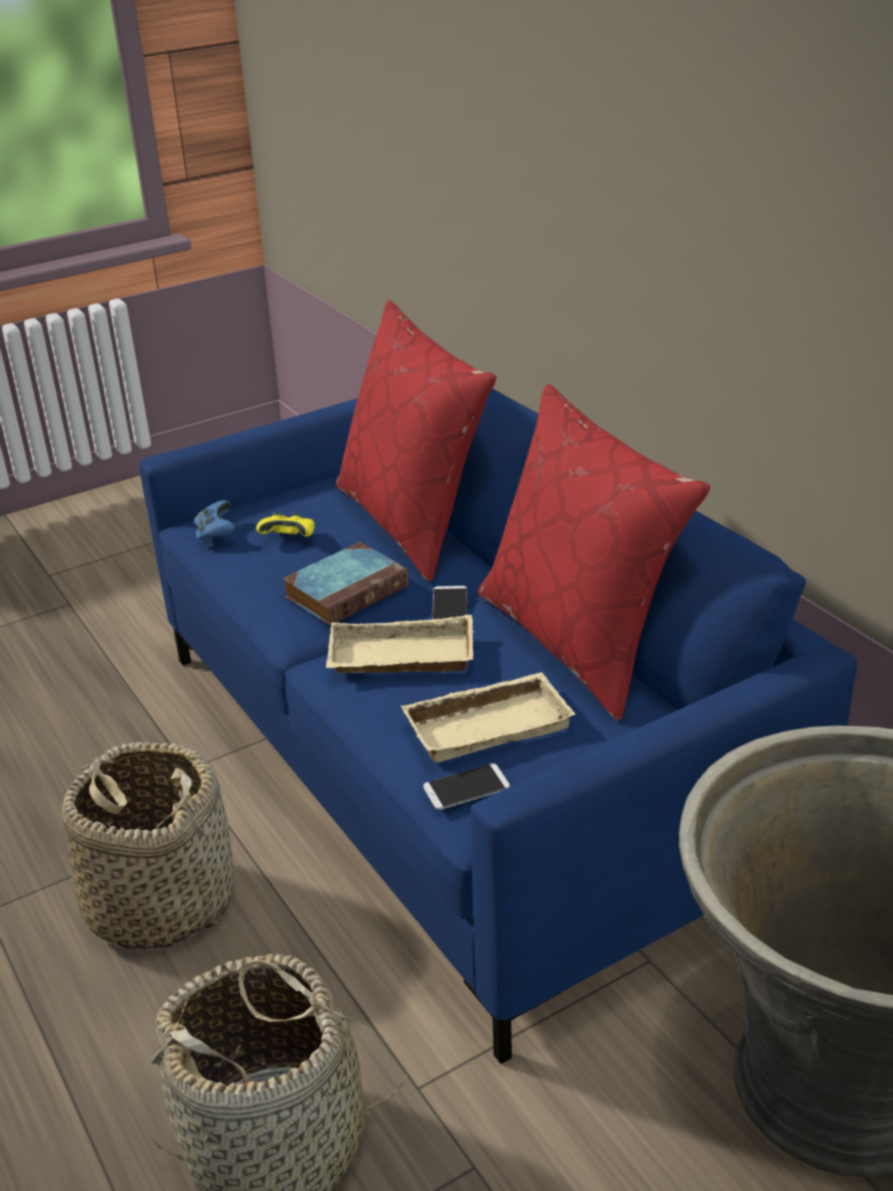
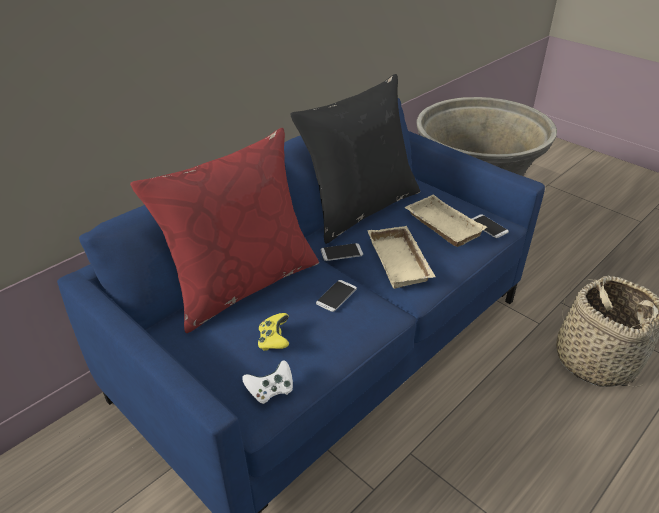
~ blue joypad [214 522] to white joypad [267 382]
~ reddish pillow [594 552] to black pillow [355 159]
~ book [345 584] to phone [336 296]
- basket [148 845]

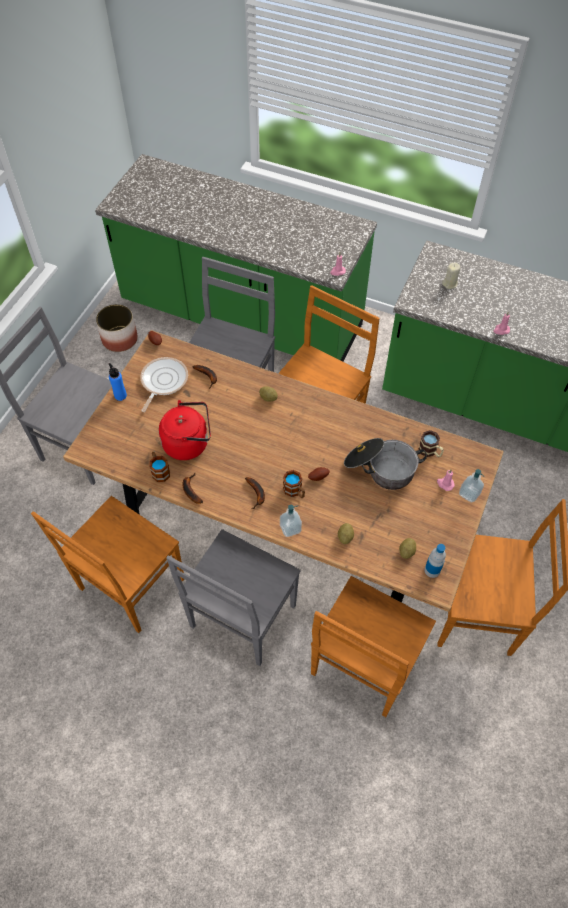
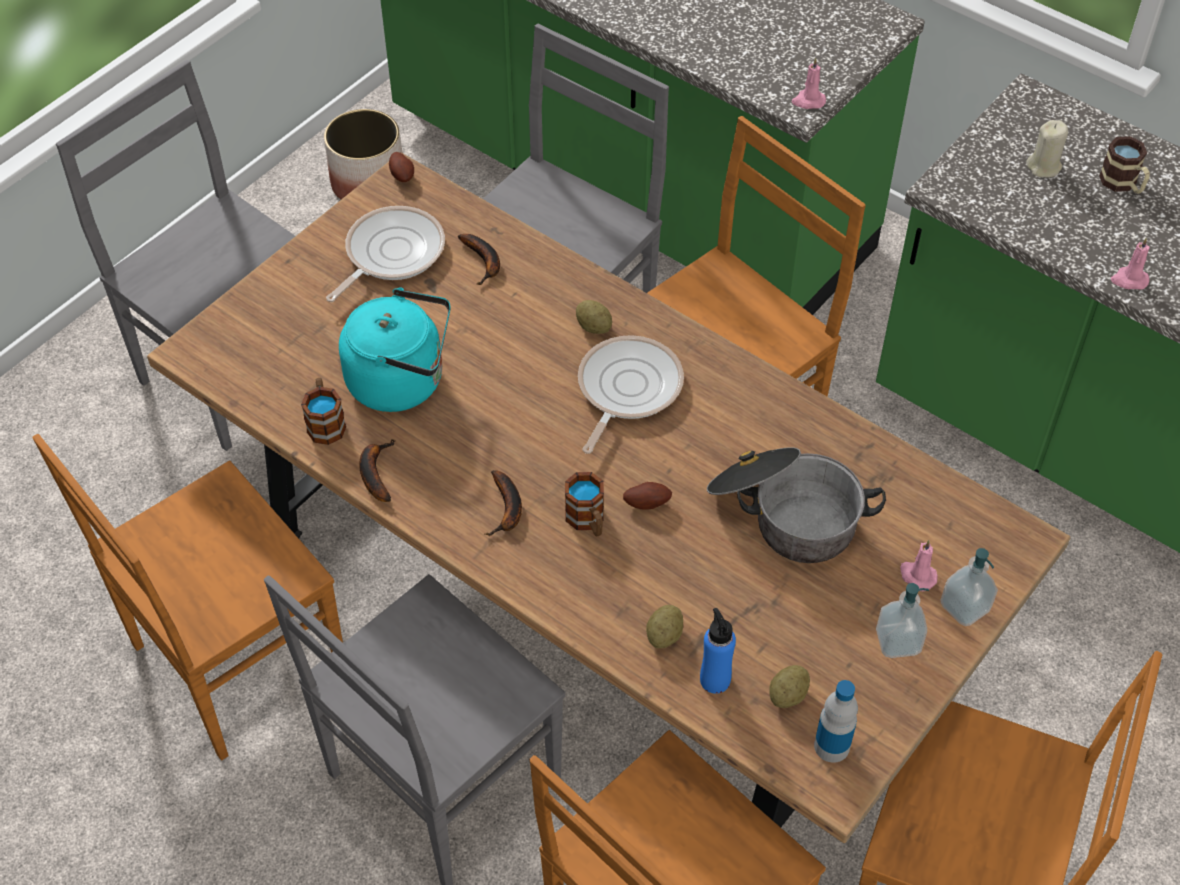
~ reddish tea kettle [185 430] to turquoise tea kettle [395 349]
+ pan [631 394]
~ blue drink bottle [118 382] to [718 651]
~ soap dispenser [291 521] to [902 620]
~ coffee mug [431 443] to [1124 165]

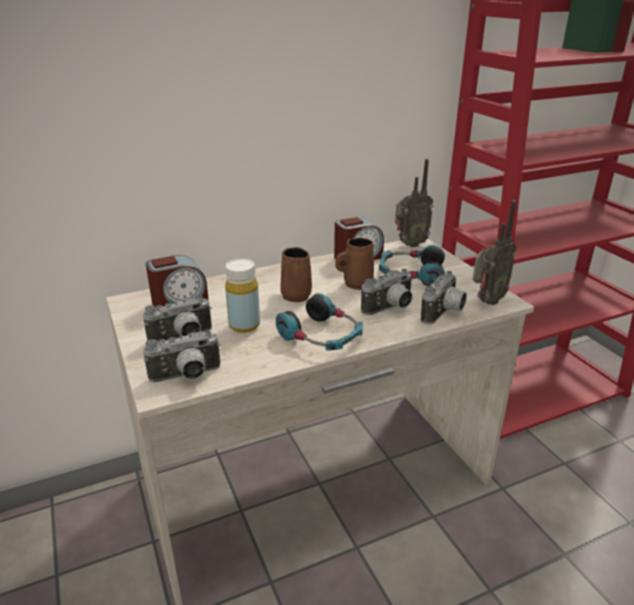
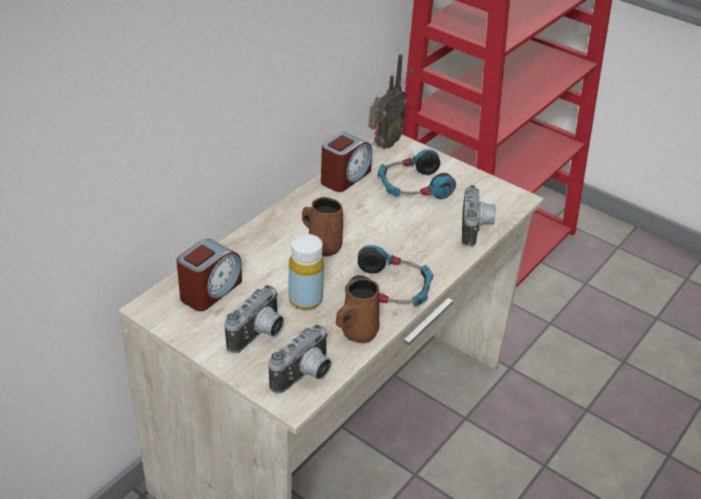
~ brownish coffee mug [354 264] to [357 310]
- photo camera [387 292]
- radio [495 252]

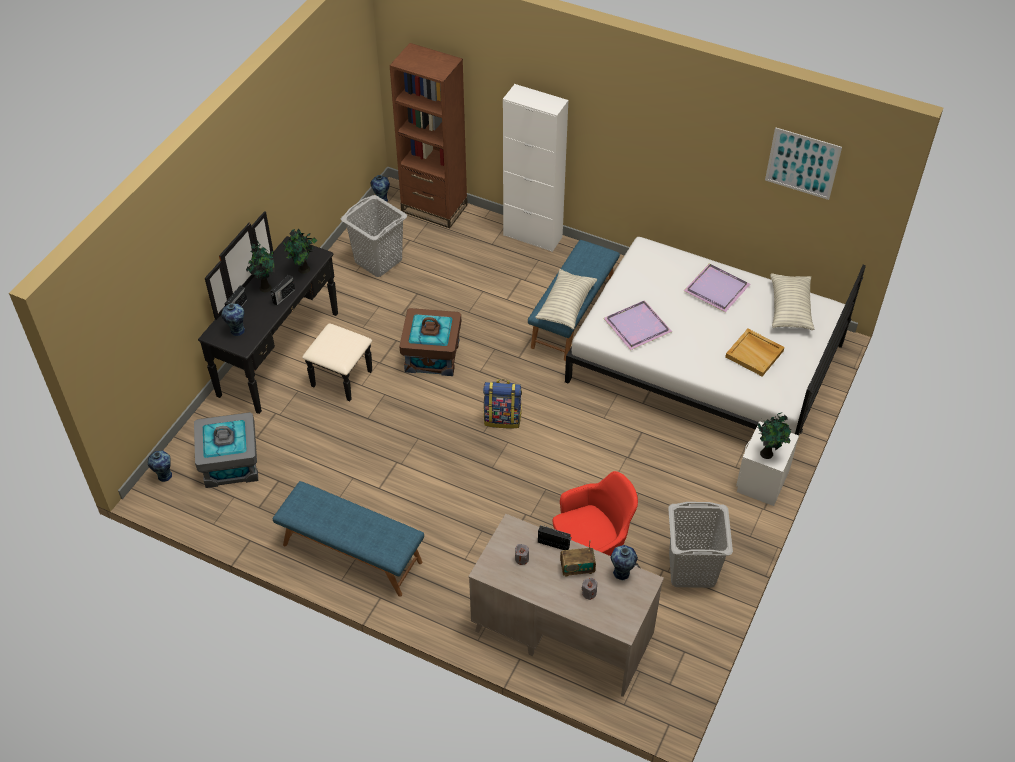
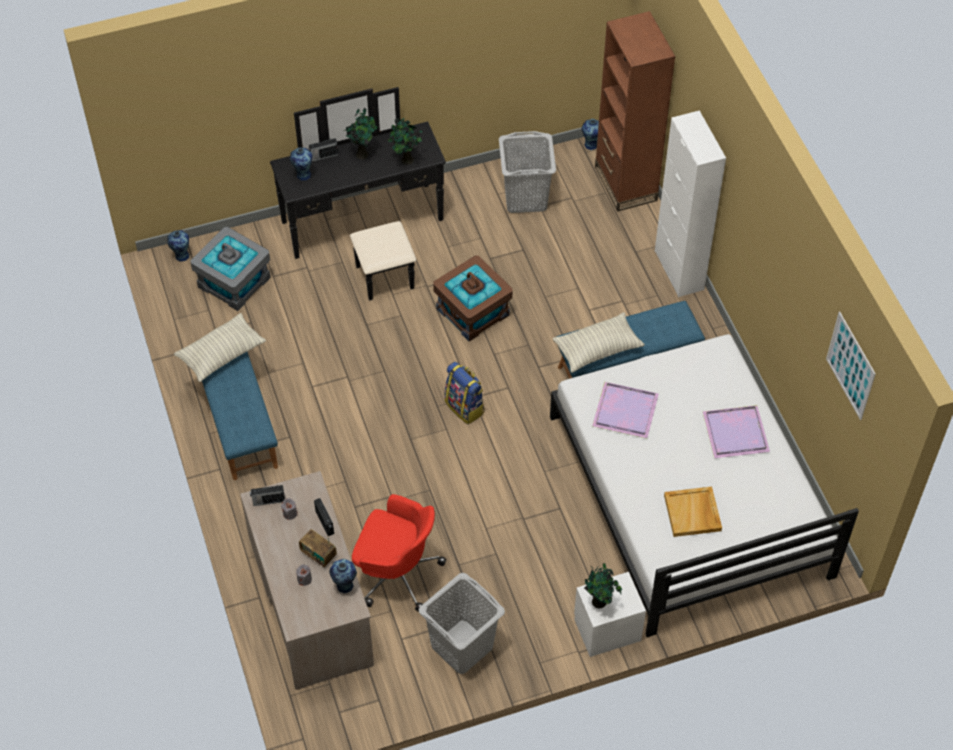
~ pillow [792 301] to [220 347]
~ radio [282 290] to [267 495]

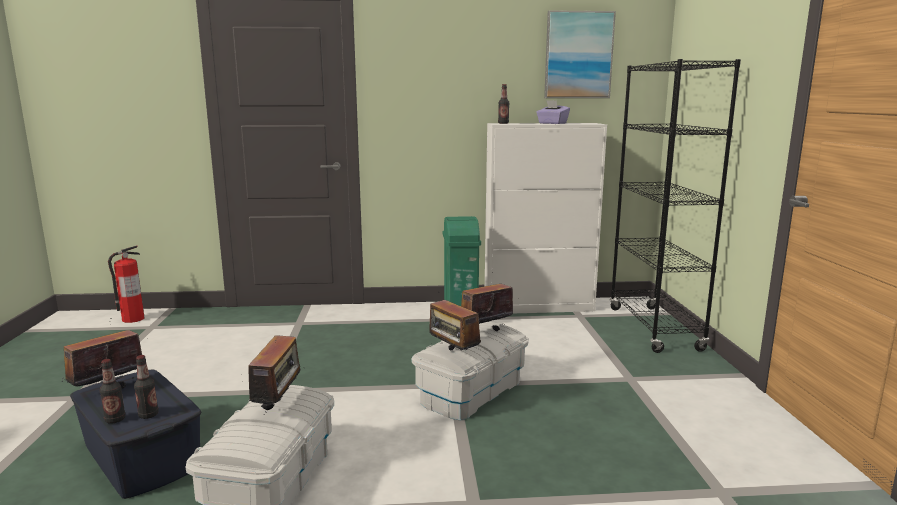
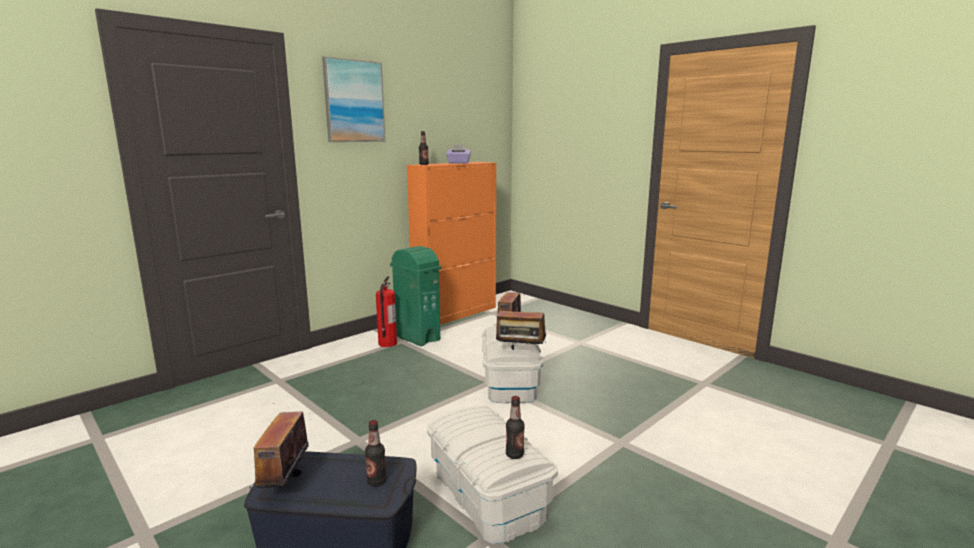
~ wall picture [580 54] to [354 99]
~ fire extinguisher [126 284] to [386 311]
~ white cupboard [546 218] to orangey cupboard [451 243]
~ drink bottle [113 391] to [515 427]
- radio [271 375]
- black bookshelf [675 206]

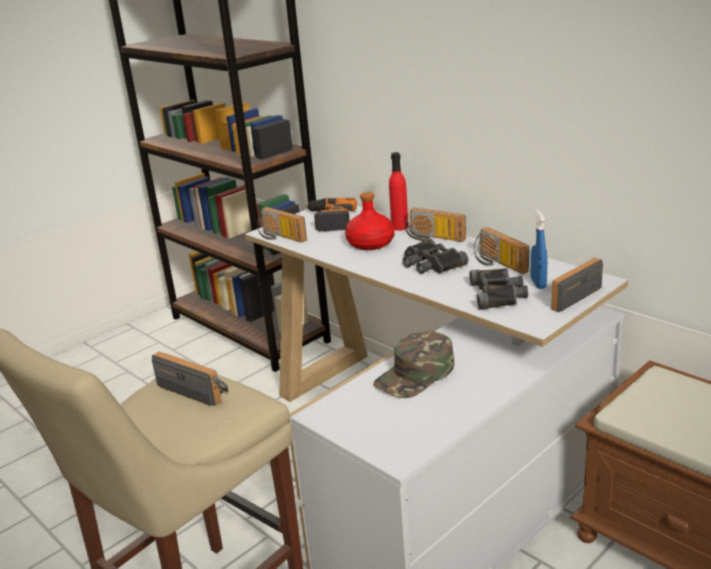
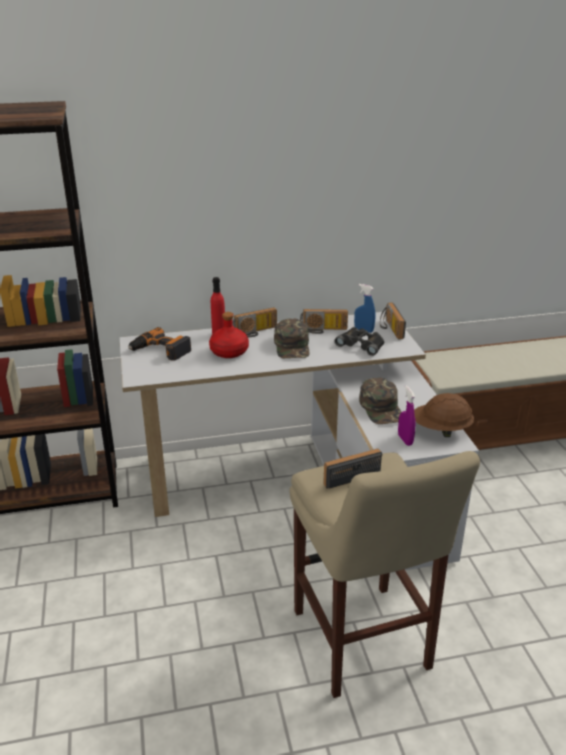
~ black binoculars [435 256] to green peaked cap [292 338]
+ purplish spray bottle [406 415]
+ brownish work helmet [444 415]
- radio [282 225]

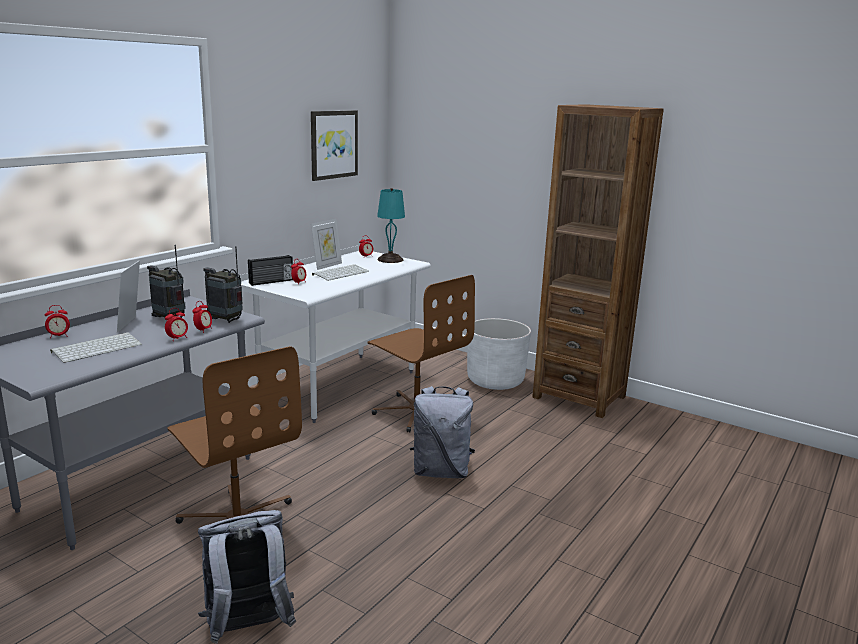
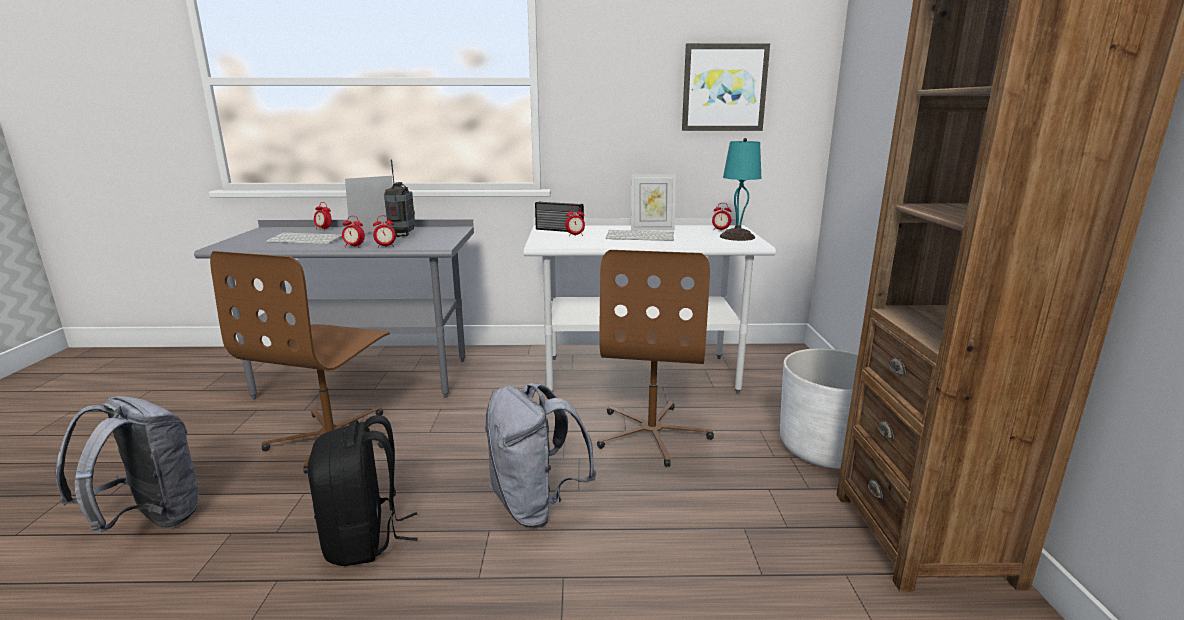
+ black knapsack [362 490]
- radio [223 284]

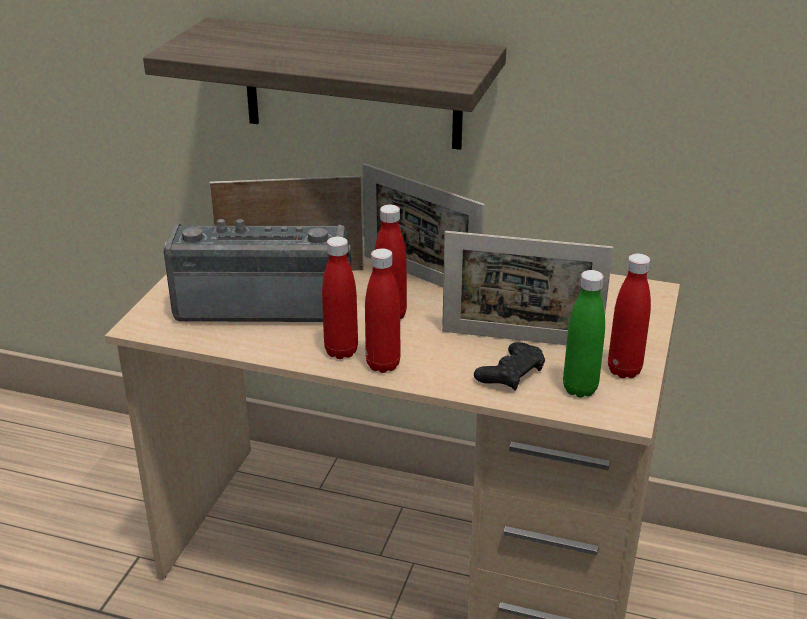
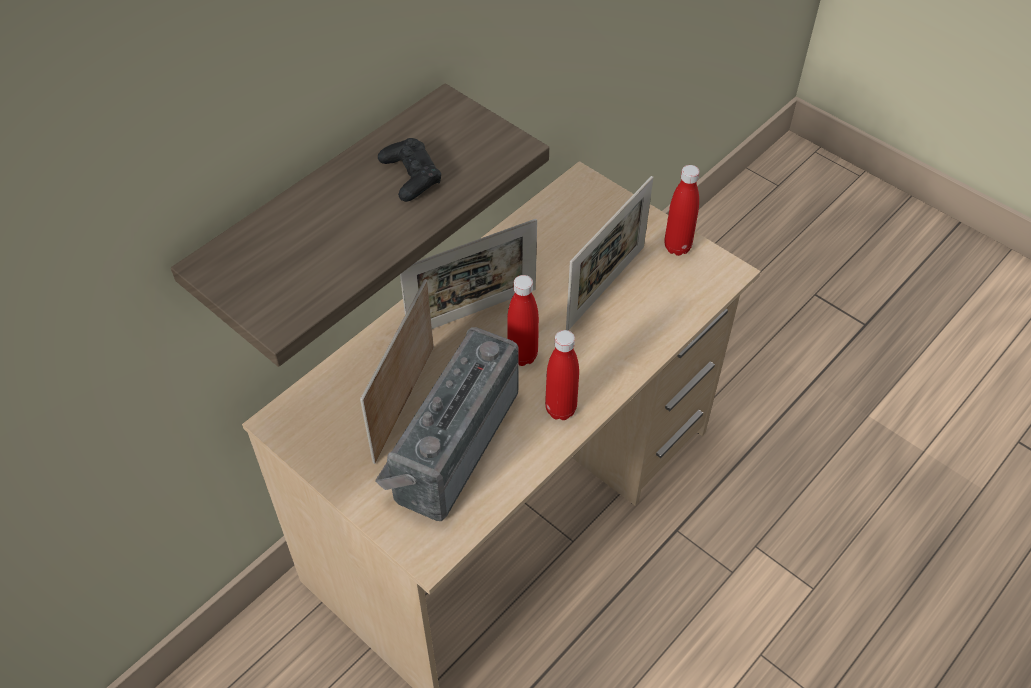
~ black joypad [509 366] to [409 170]
- reddish drink bottle [383 310]
- green drink bottle [584 334]

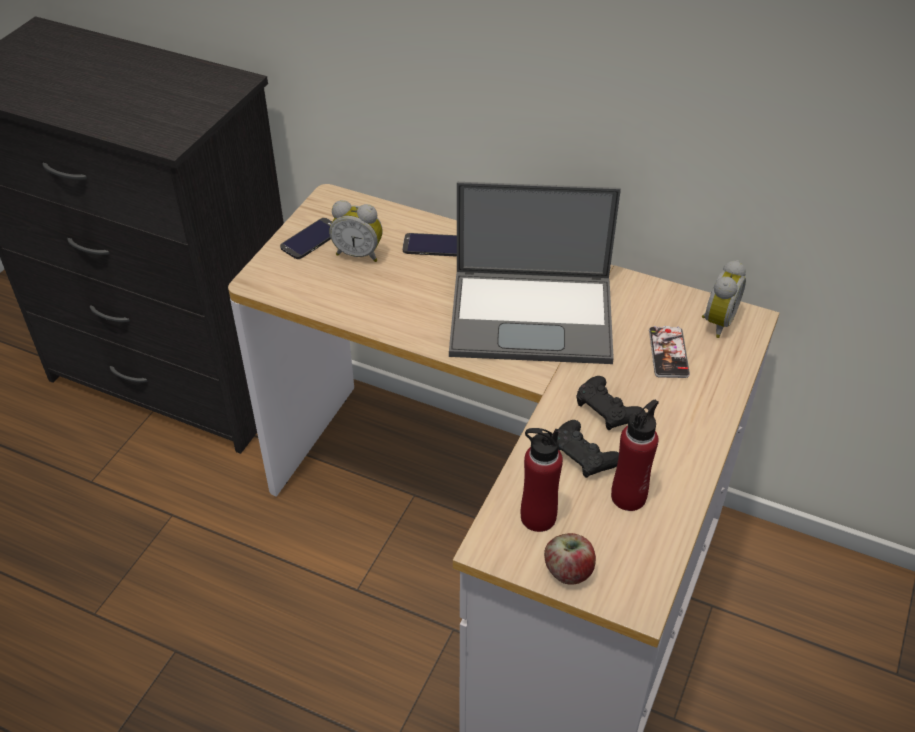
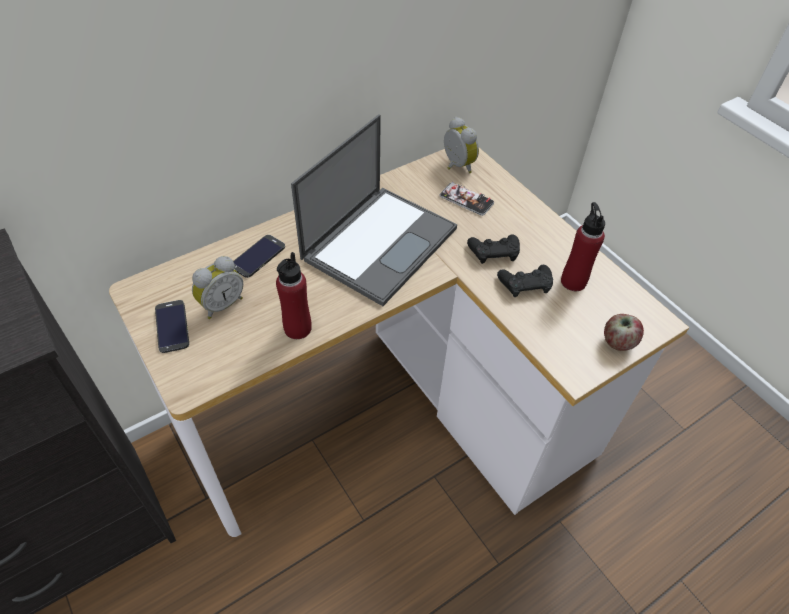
~ reddish drink bottle [542 480] to [294 295]

